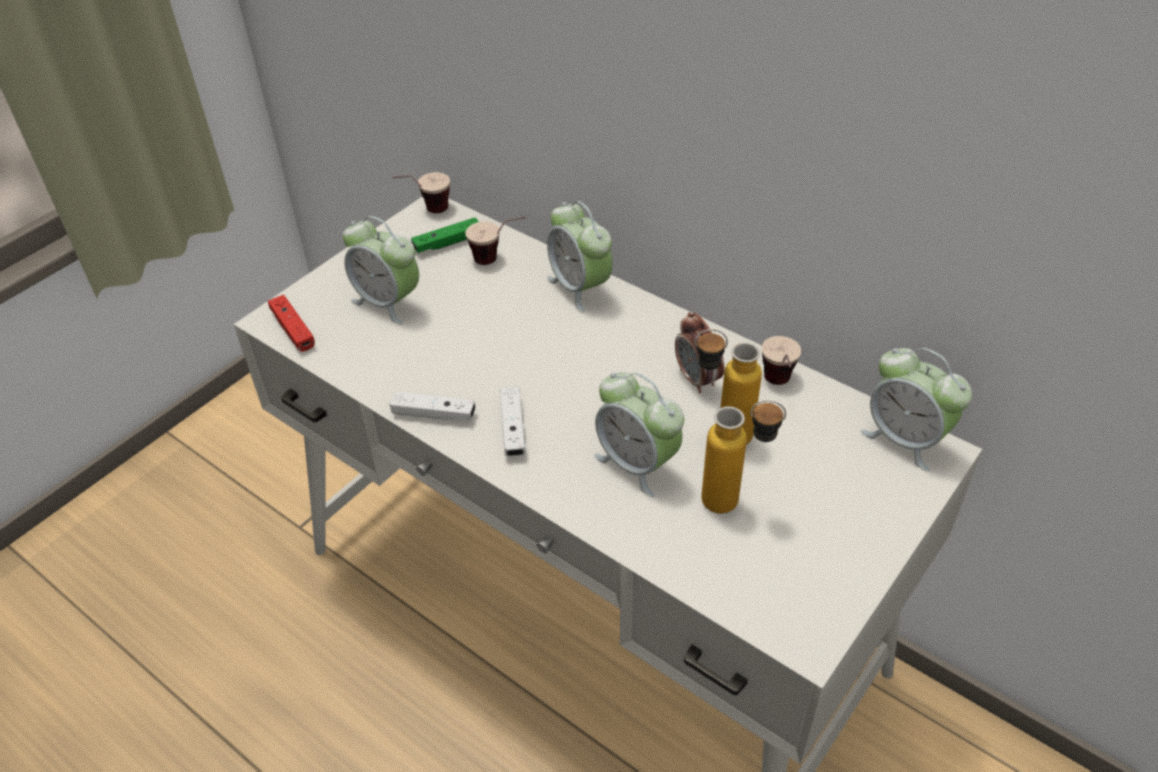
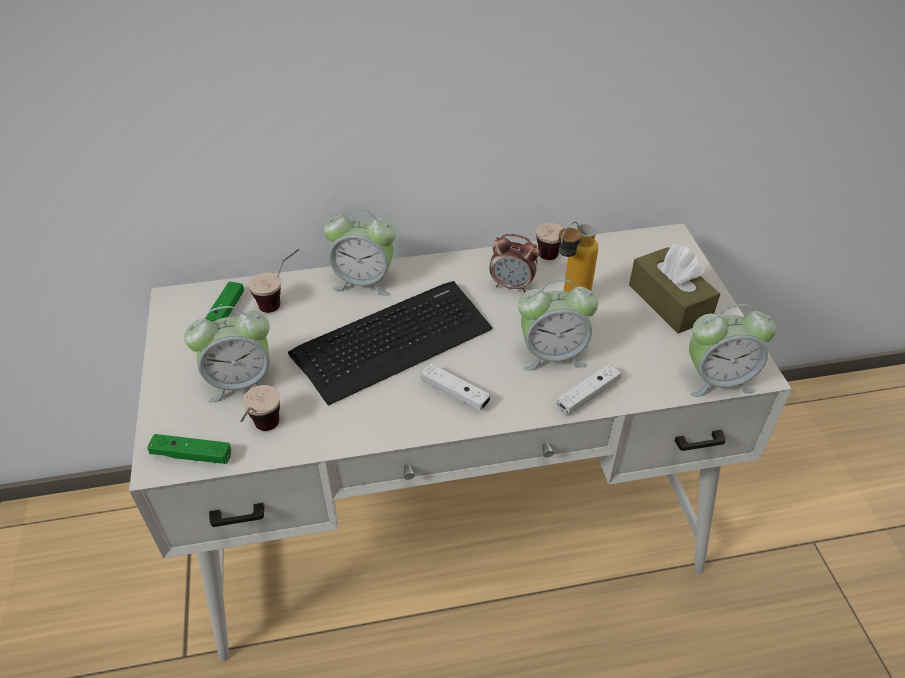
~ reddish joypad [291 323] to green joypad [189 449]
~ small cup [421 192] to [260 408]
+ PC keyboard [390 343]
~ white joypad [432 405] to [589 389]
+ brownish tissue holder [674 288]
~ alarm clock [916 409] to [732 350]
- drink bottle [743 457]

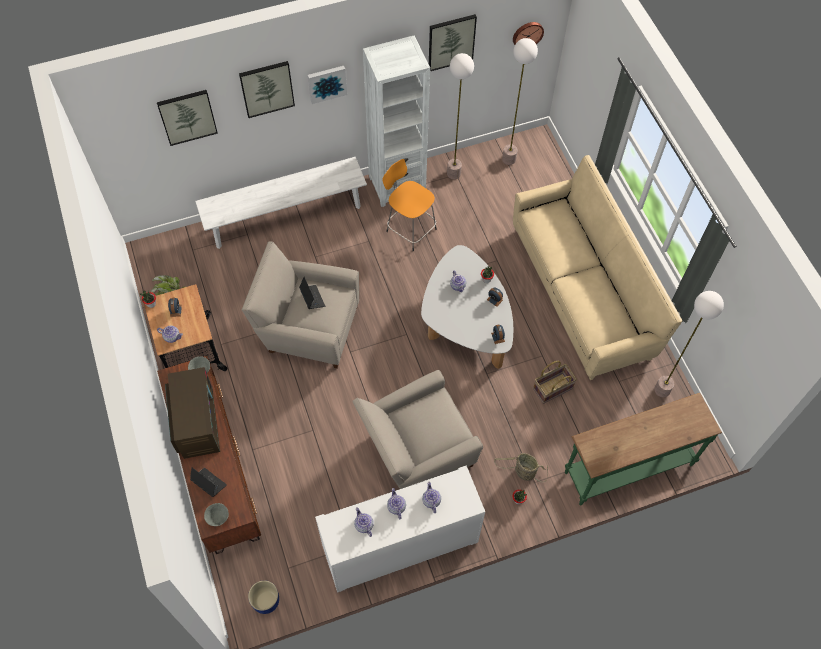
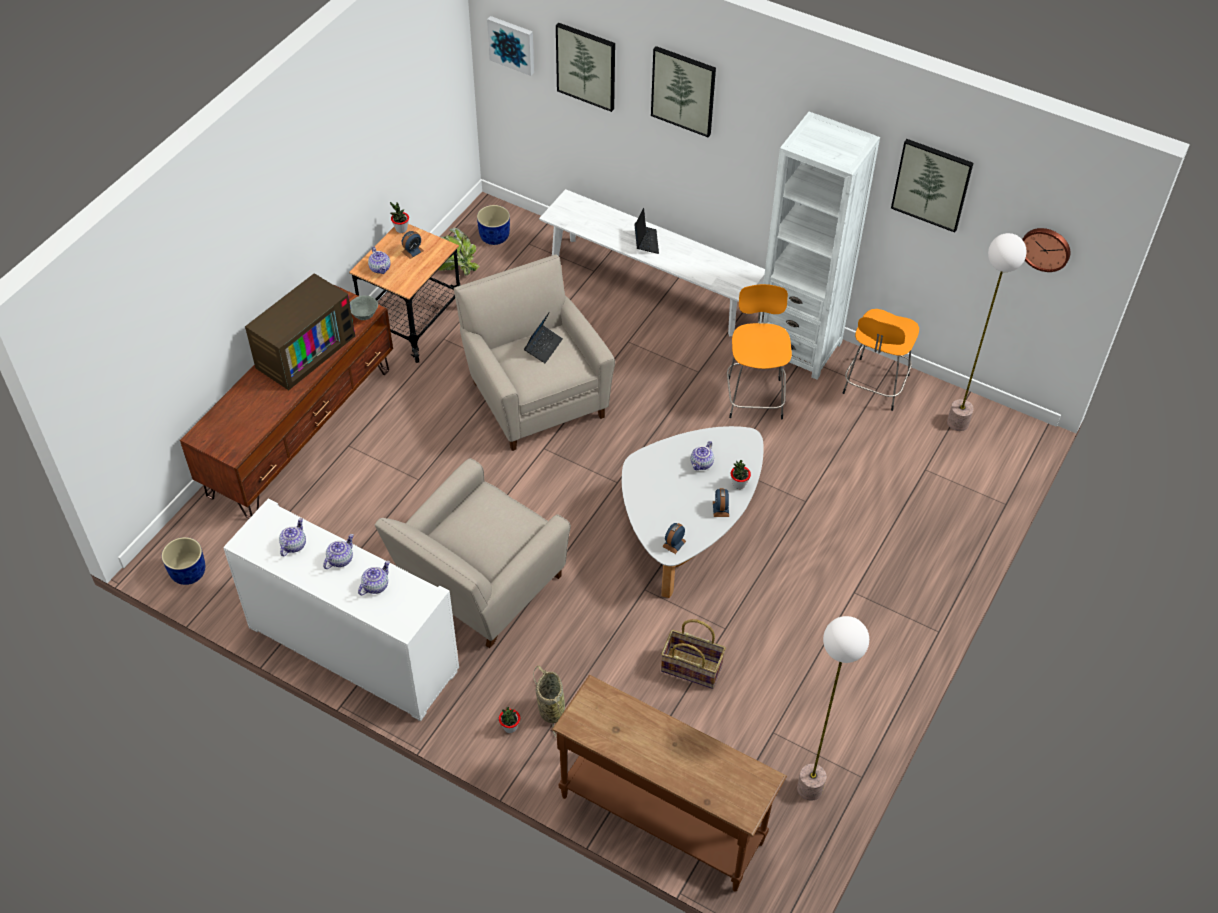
~ beige lounge chair [417 429] = [473 553] 75 degrees counterclockwise
+ blue flower pot [493 225]
~ wall picture [327 85] to [510 46]
~ green narrow table [643 449] to brownish narrow table [669 783]
~ notebook computer [208 482] to [647 231]
~ standard lamp [460 116] to orangey sitting stool [881 360]
- greyish deep dish [216 514]
- beige sofa [597 267]

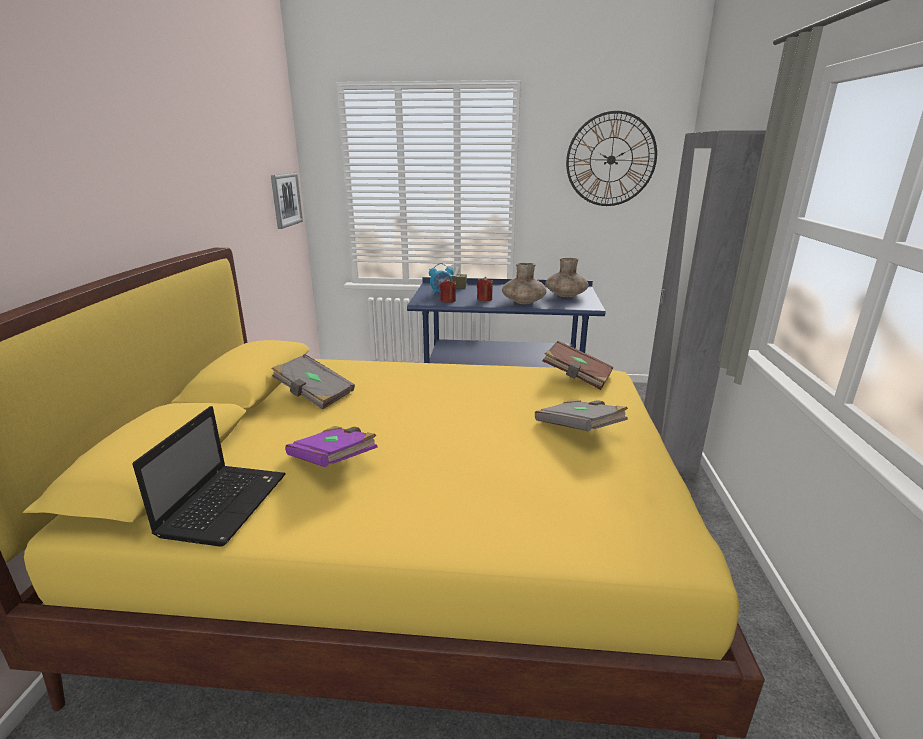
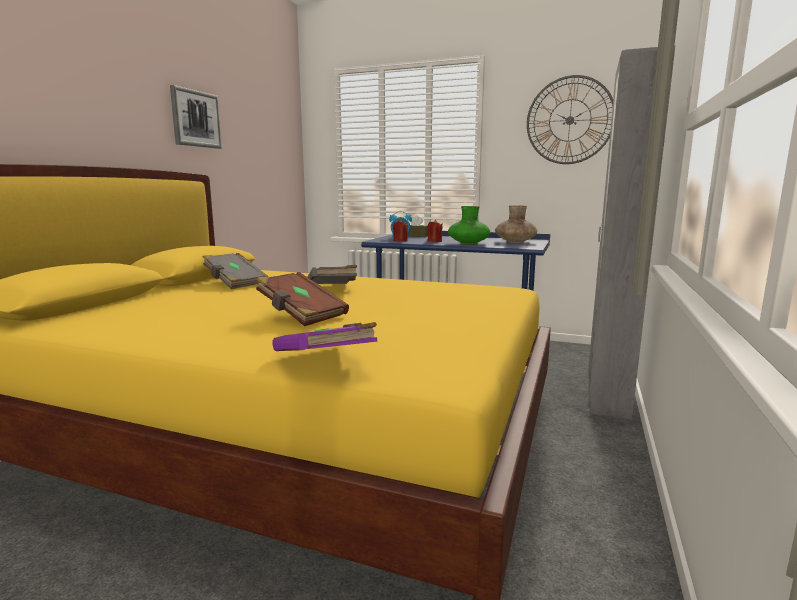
~ wall picture [287 201] to [196 117]
~ brownish book [578 365] to [302 299]
~ purplish book [331 446] to [325 336]
~ greyish book [581 415] to [332 274]
~ brownish flower vase [524 283] to green flower vase [469 225]
- notebook computer [209 476]

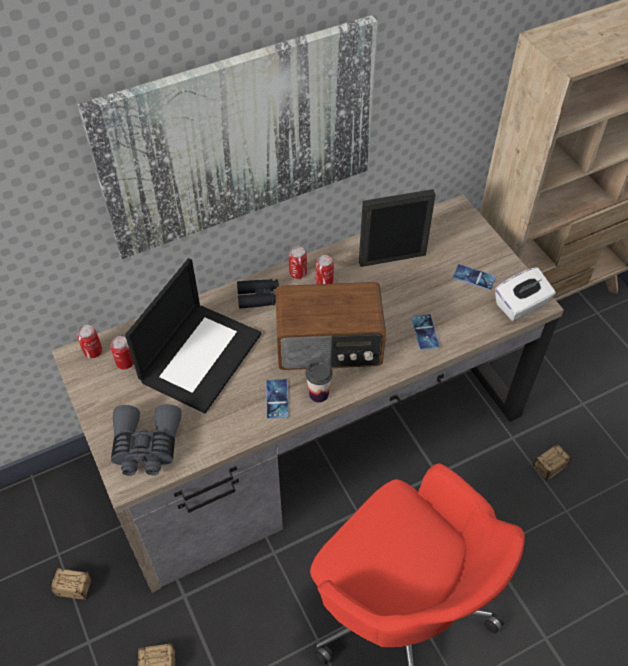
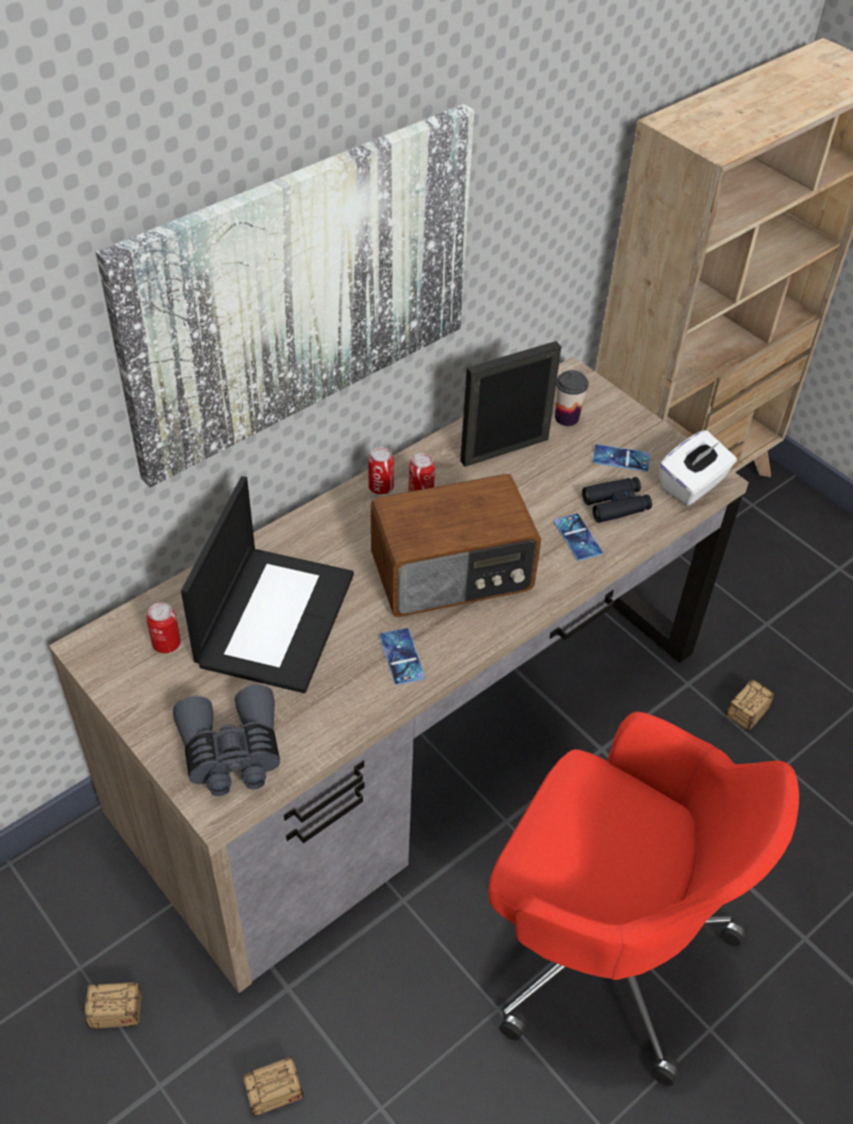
~ small cup [319 381] to [572 398]
~ black binoculars [258 294] to [617 500]
- can [89 341]

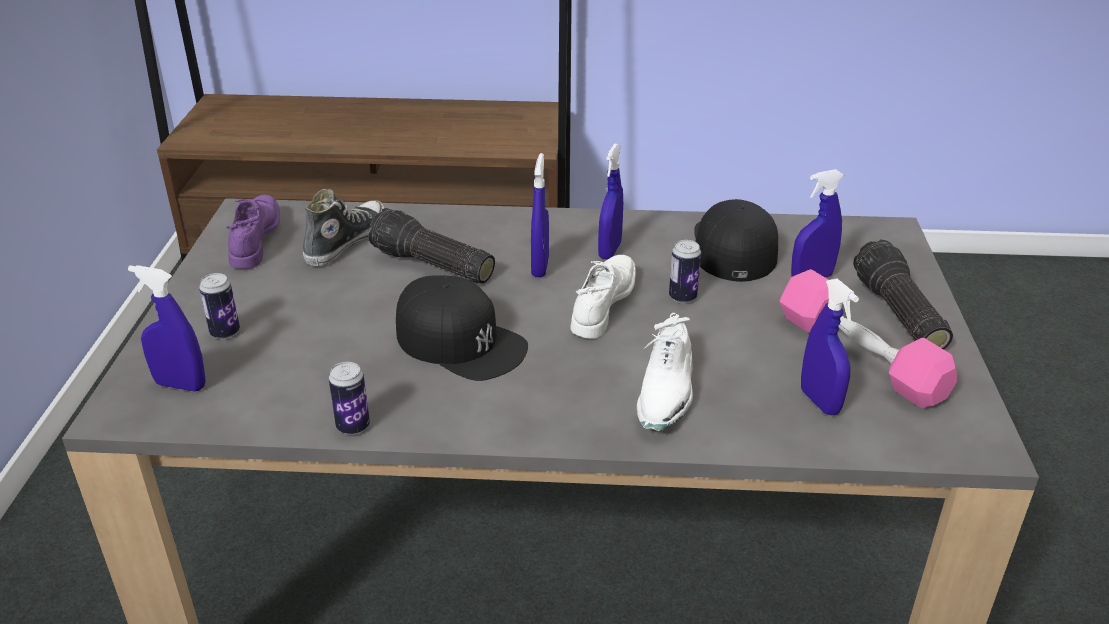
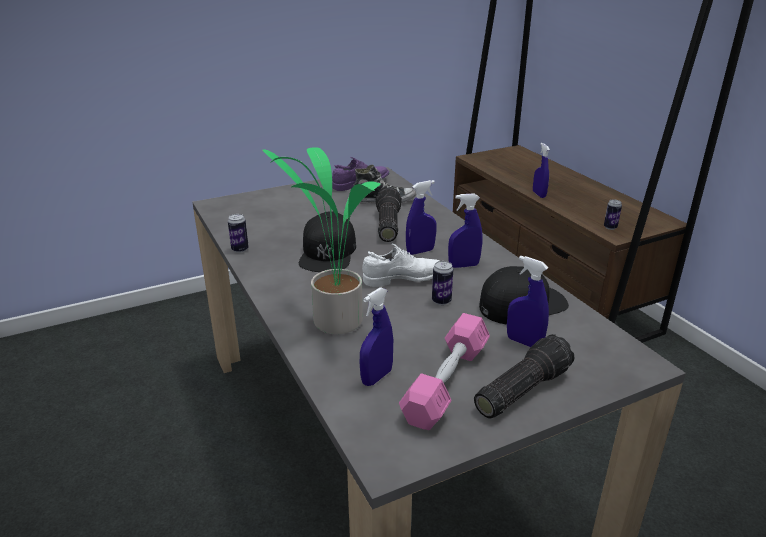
~ white item of footwear [665 372] to houseplant [321 240]
~ blue spray bottle [167 328] to [541 170]
~ can [219 306] to [613 214]

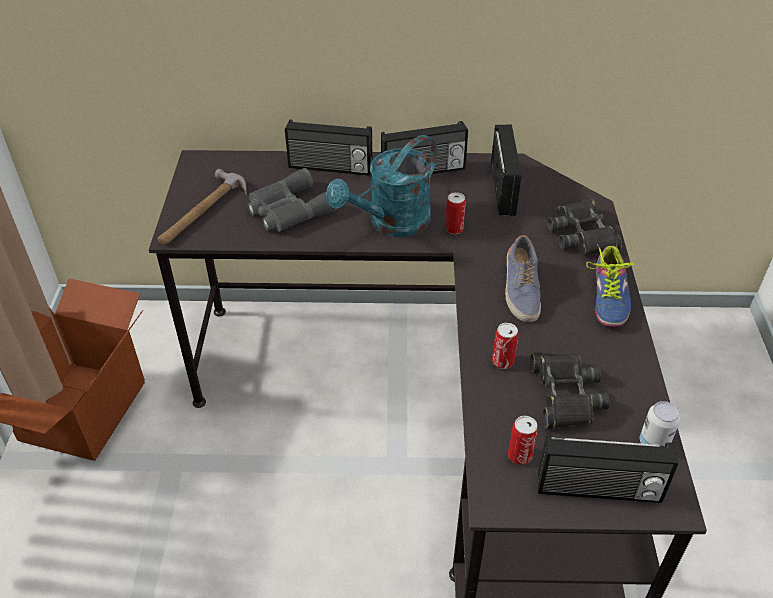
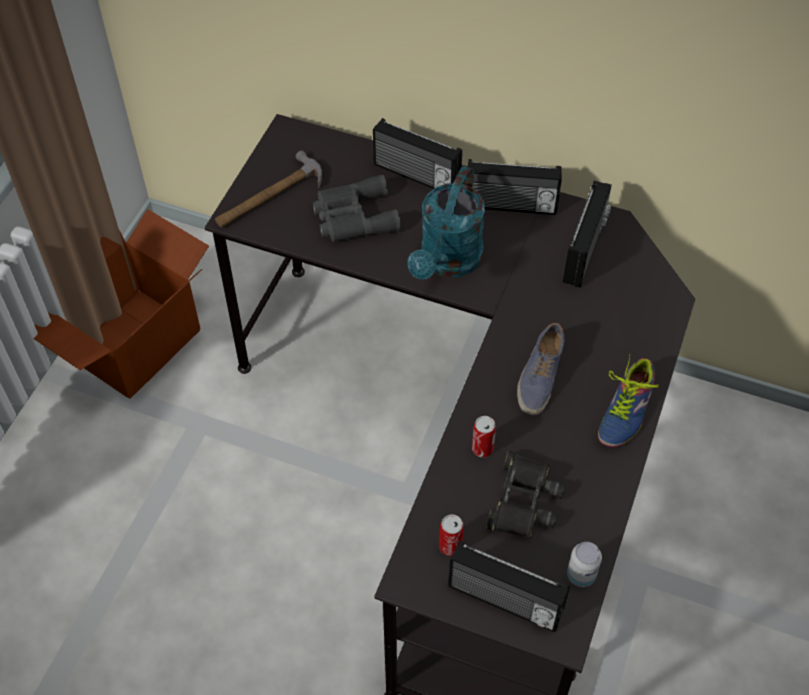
~ turquoise watering can [381 186] = [446 222] 45 degrees counterclockwise
- can [455 213]
- black binoculars [584 227]

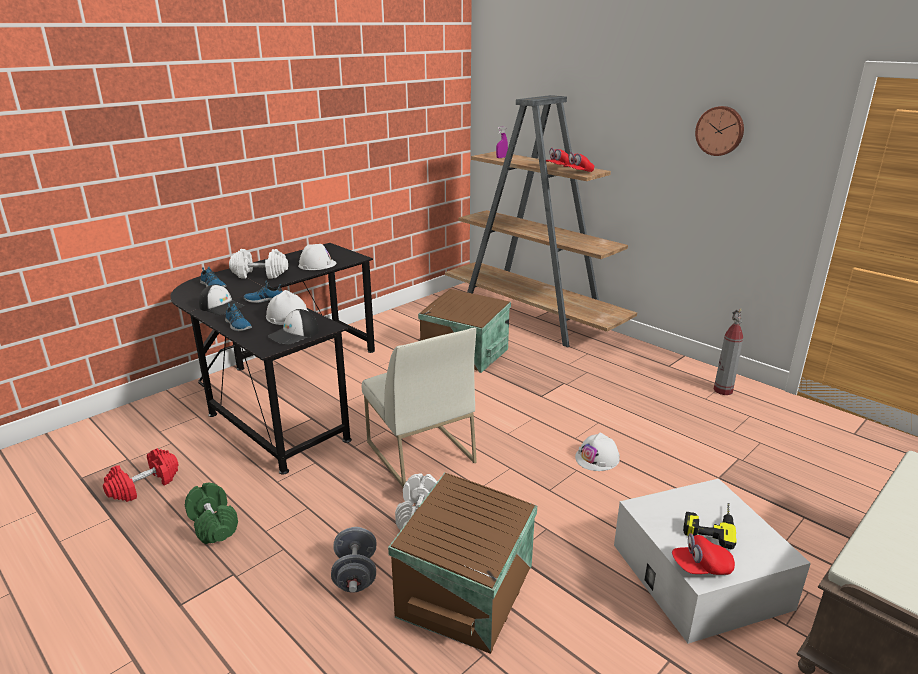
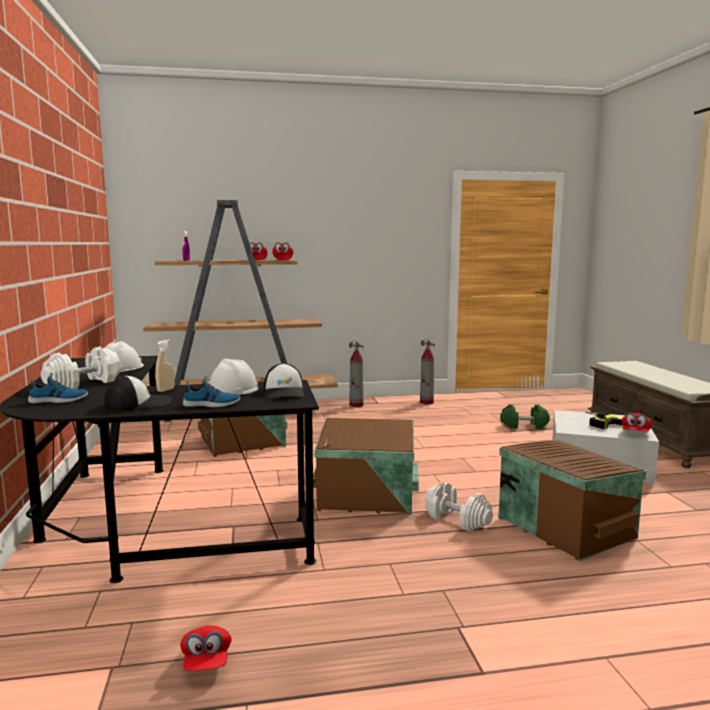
~ item of footwear [263 292] to beige spray bottle [165 366]
~ reddish hand weight [140 475] to reddish peaked cap [206 648]
~ white plain chair [419 407] to brownish storage container [366 466]
+ fire extinguisher [356 373]
~ green hand weight [211 513] to [525 417]
- greyish hand weight [353 560]
- white work helmet [597 452]
- clock on the wall [719 131]

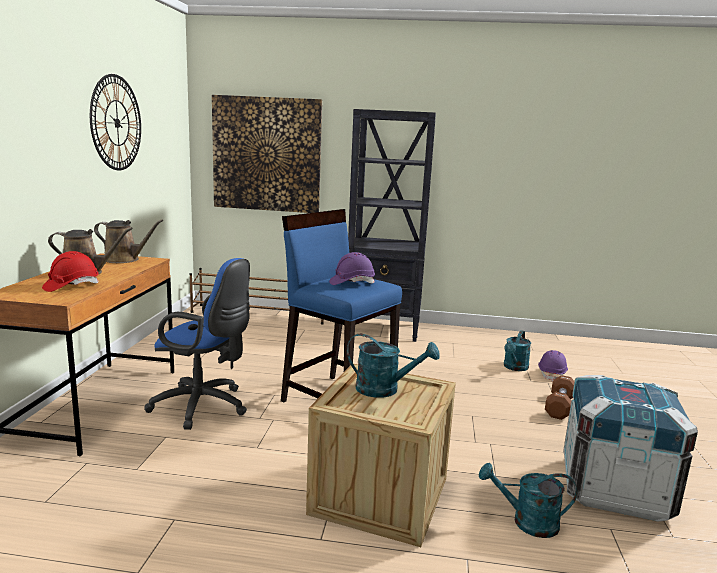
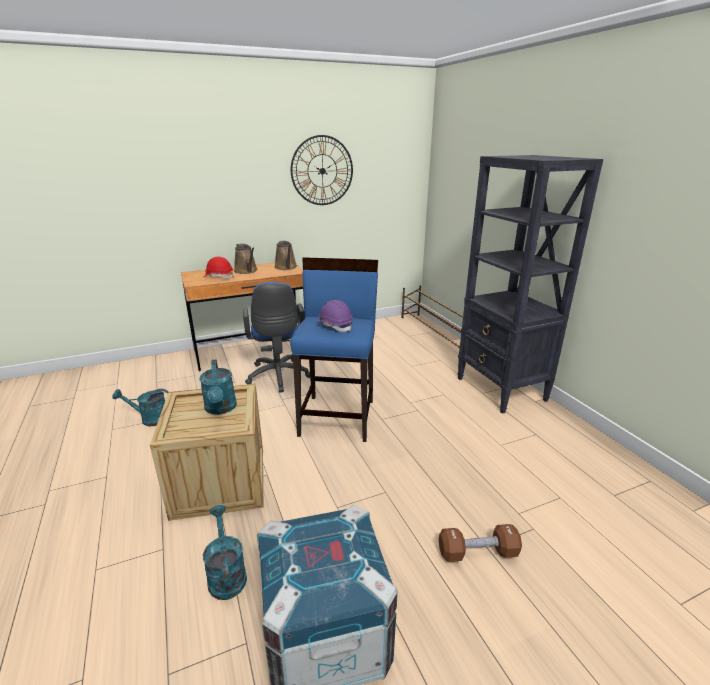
~ turquoise watering can [517 350] to [140 407]
- wall picture [267 154]
- purplish work helmet [553 366]

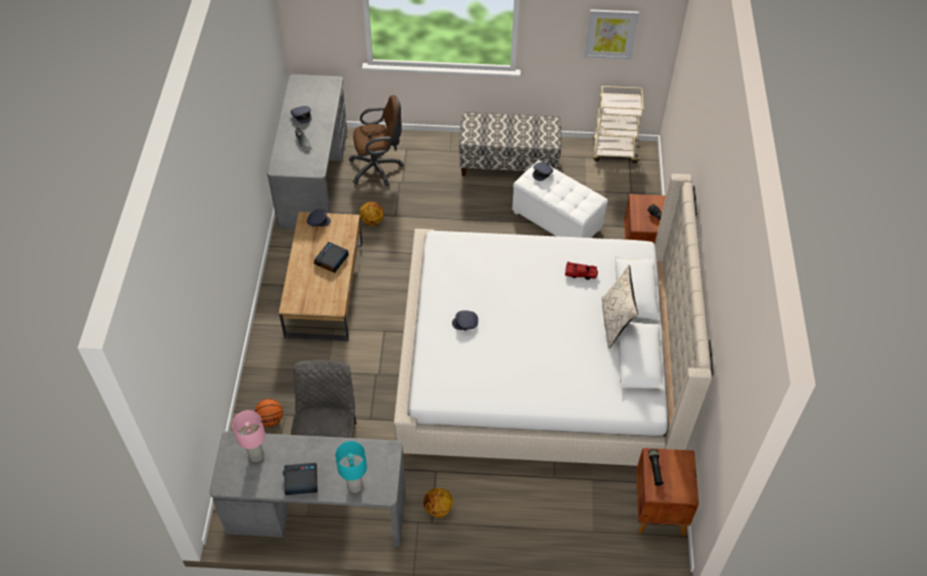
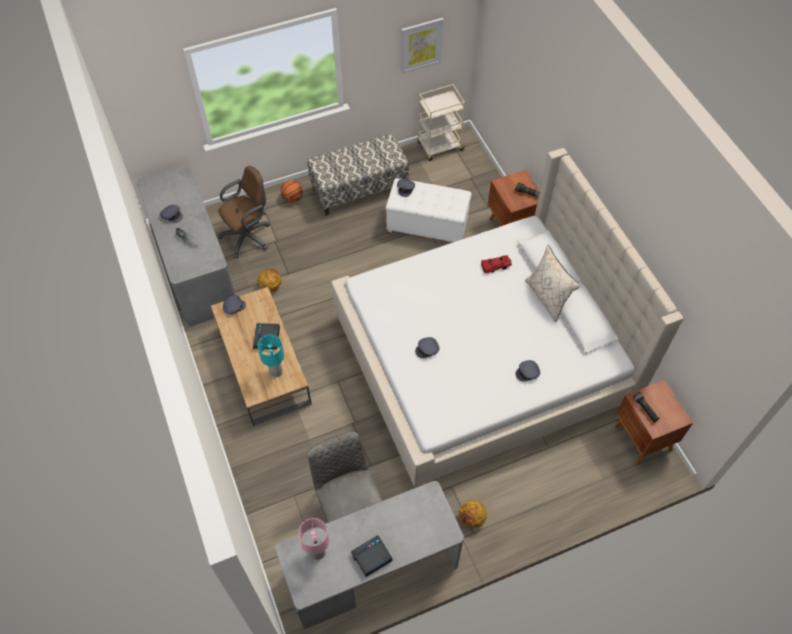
~ turquoise table lamp [351 467] to [270 356]
~ basketball [269 413] to [292 191]
+ greyish peaked cap [527 371]

